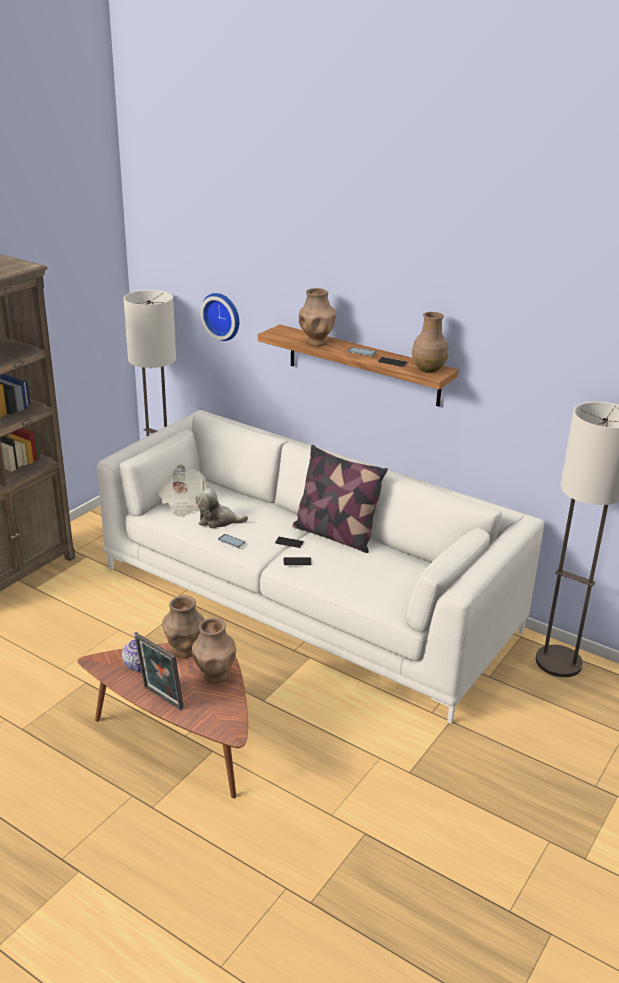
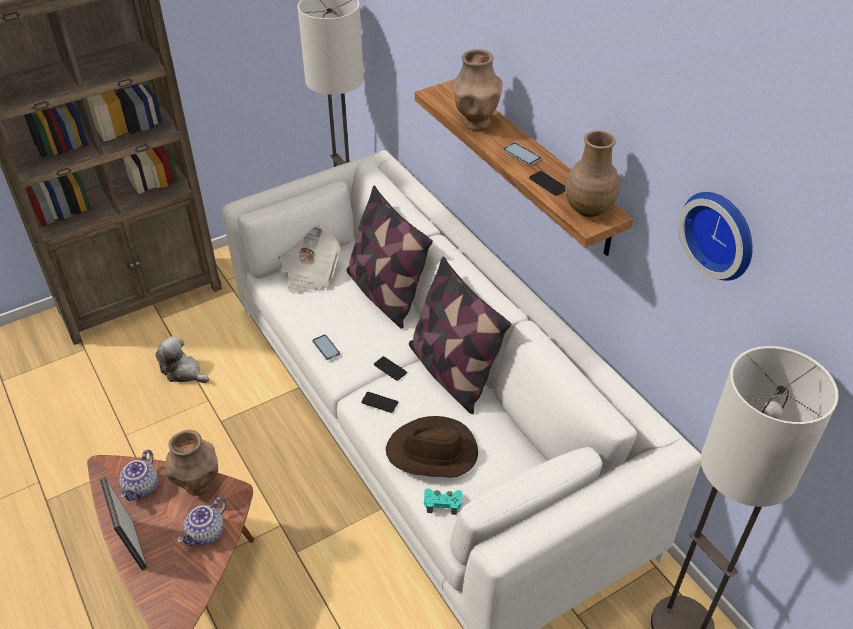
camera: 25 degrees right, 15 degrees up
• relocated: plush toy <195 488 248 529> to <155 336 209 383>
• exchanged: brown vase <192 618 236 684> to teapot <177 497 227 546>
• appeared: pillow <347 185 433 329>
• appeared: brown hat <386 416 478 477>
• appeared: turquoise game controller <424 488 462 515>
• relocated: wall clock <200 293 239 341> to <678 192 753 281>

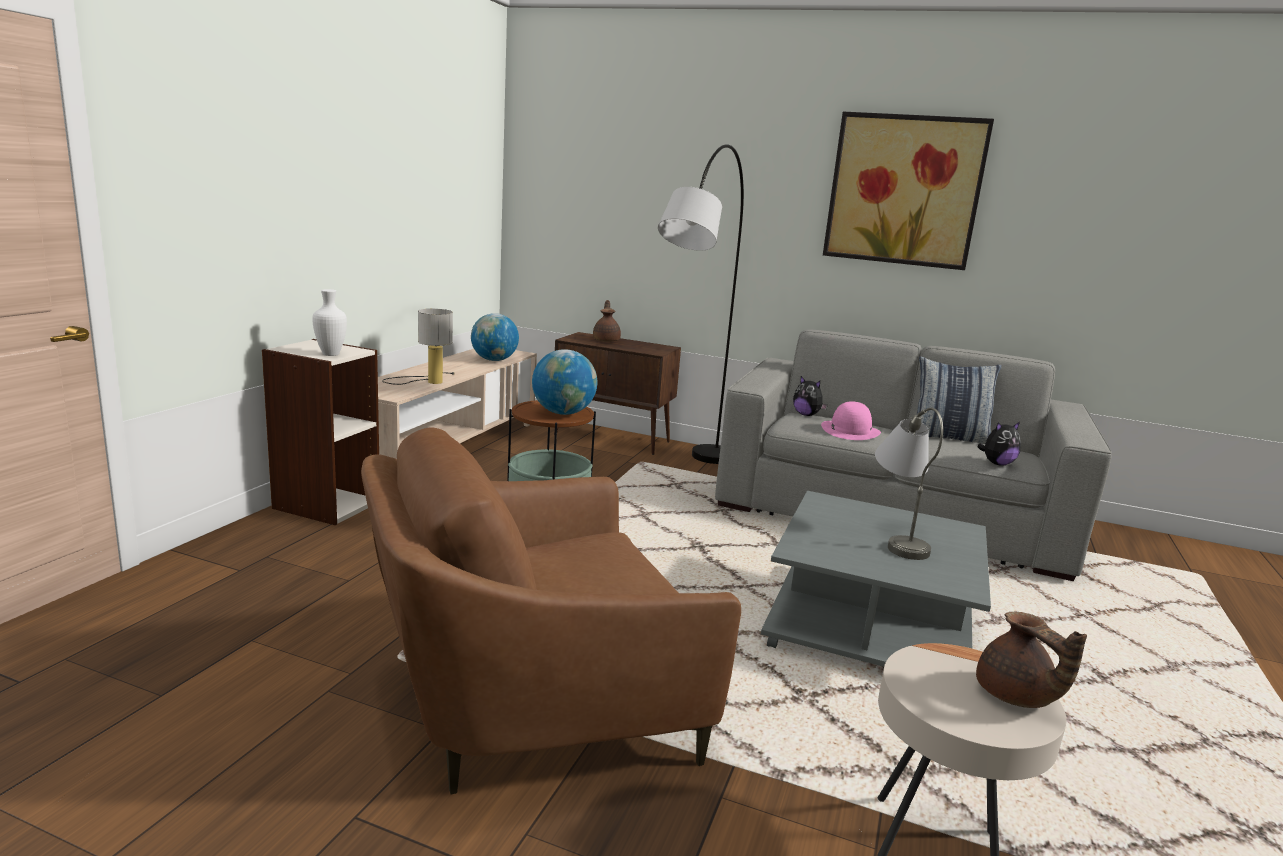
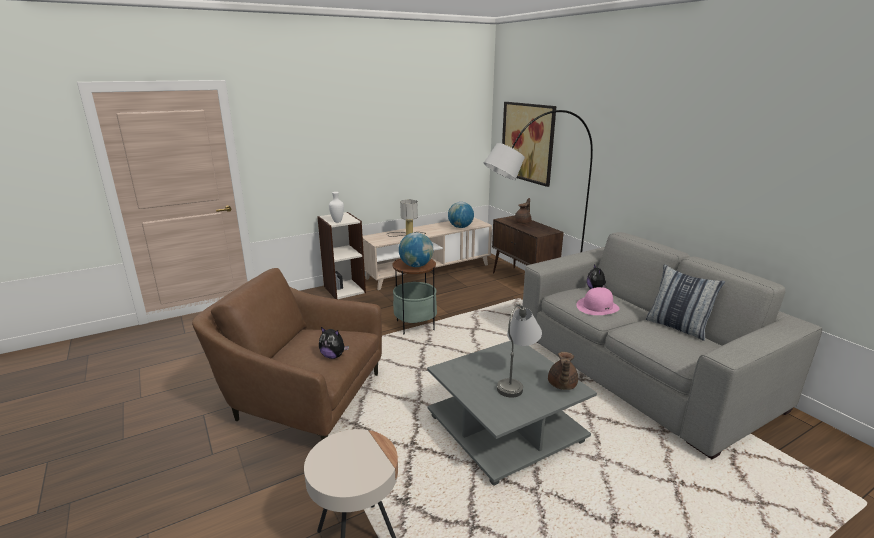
camera: 40 degrees right, 5 degrees up
• relocated: plush toy <977 422 1021 466> to <319 327 349 359>
• relocated: picture <823 112 994 270> to <502 102 556 187>
• relocated: brown teapot <976 612 1087 708> to <548 352 578 390>

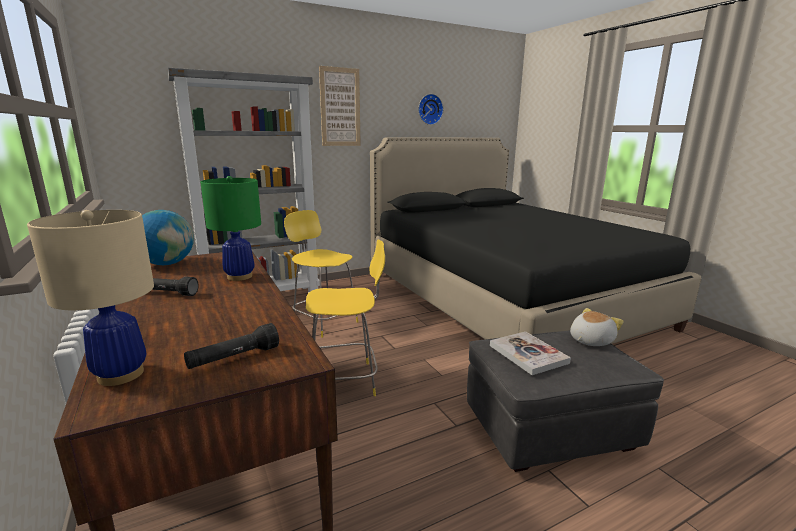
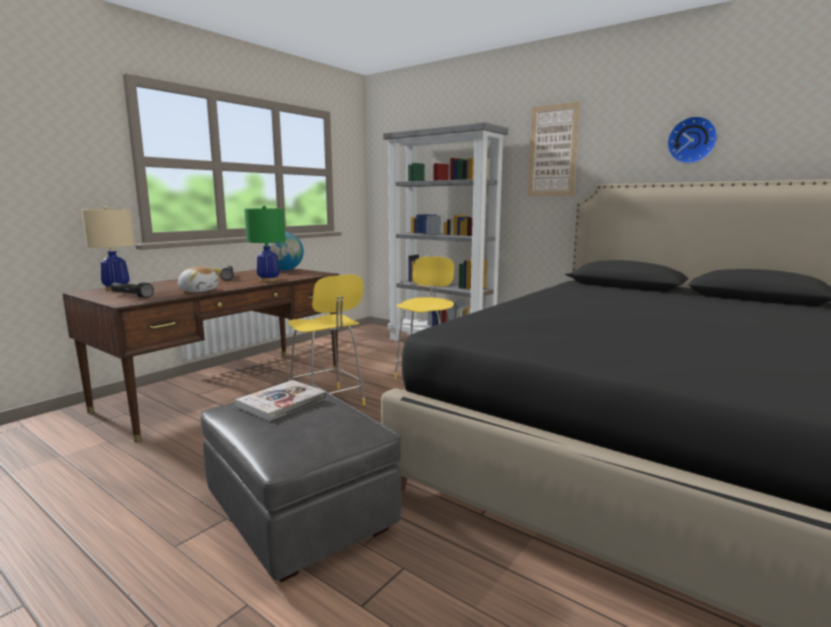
camera: 65 degrees right, 5 degrees down
• relocated: plush toy <570 308 624 346> to <178 266 222 292>

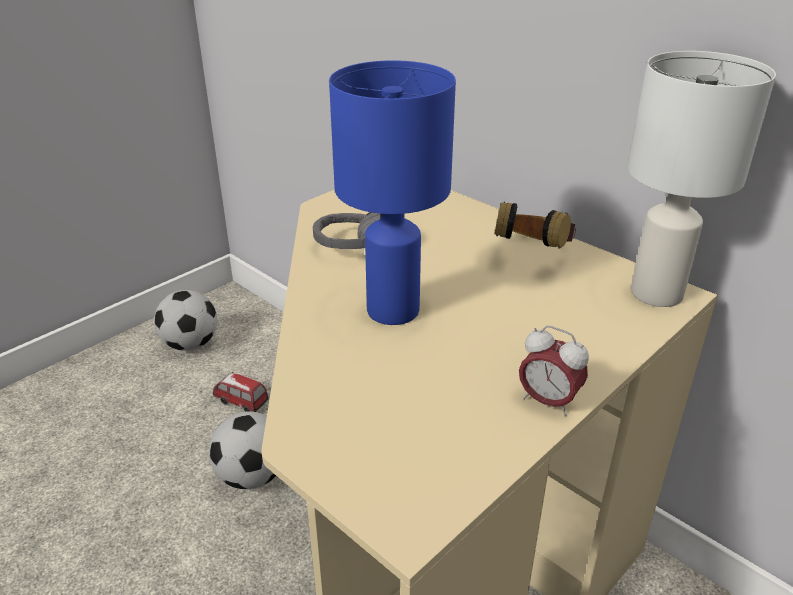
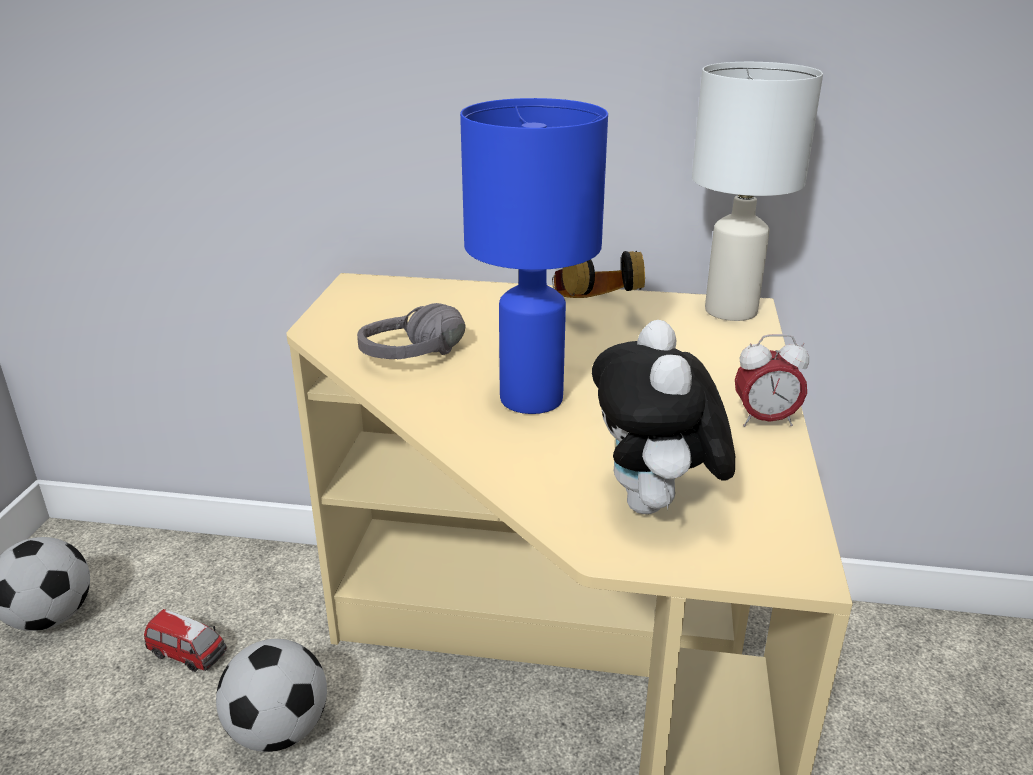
camera: 35 degrees left, 5 degrees down
• spun: toy car <213 372 269 412> = <144 609 227 672> 150 degrees counterclockwise
• appeared: plush toy <592 320 735 514>

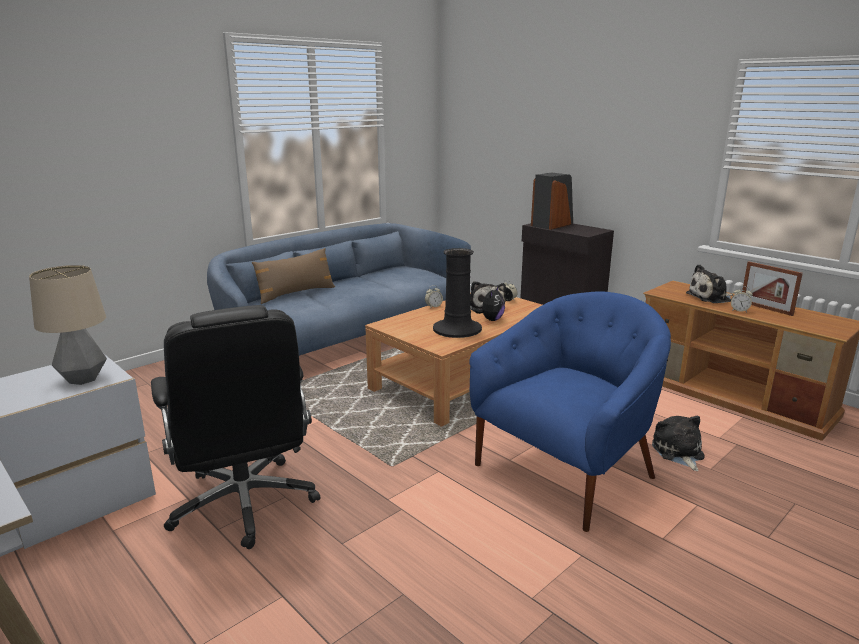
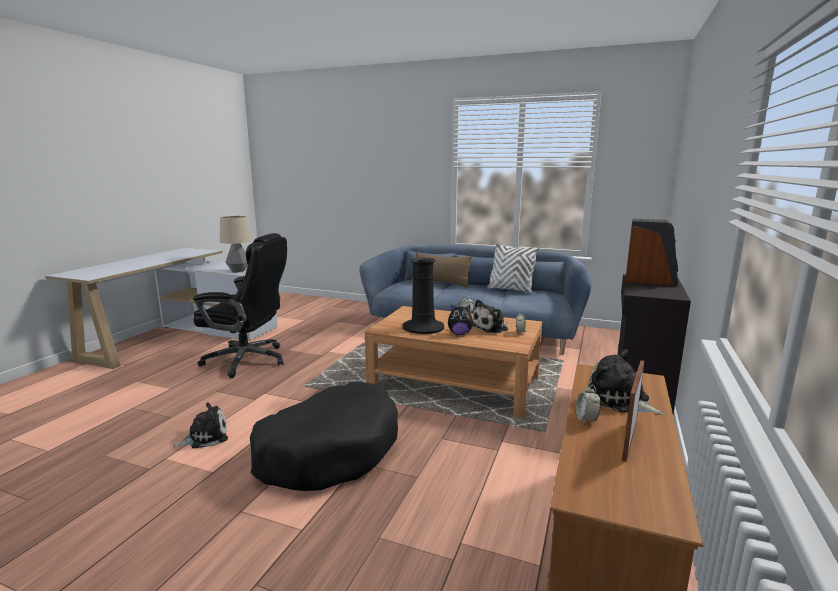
camera: 65 degrees right, 5 degrees down
• relocated: plush toy <652 416 705 471> to <173 402 228 448>
• spun: black office chair <151 305 320 549> = <193 233 287 378> 120 degrees counterclockwise
• exchanged: blue armchair <470 291 671 532> to black dog bed <250 381 398 491>
• appeared: white pillow <487 243 539 293>

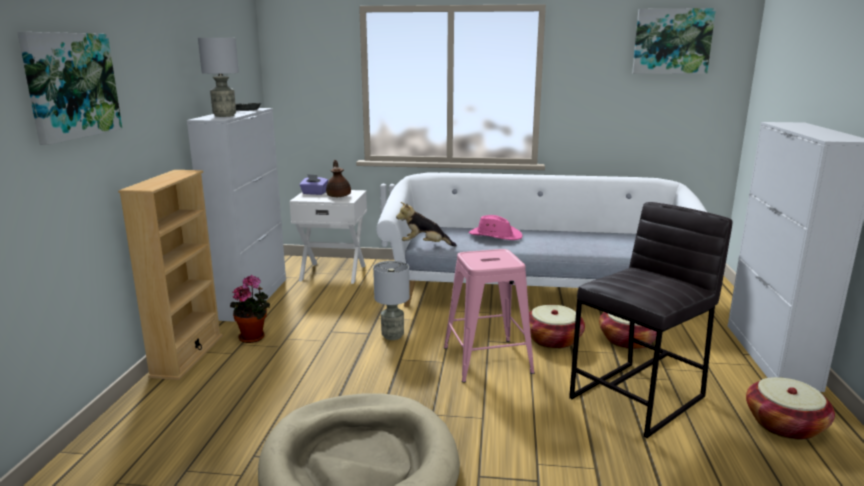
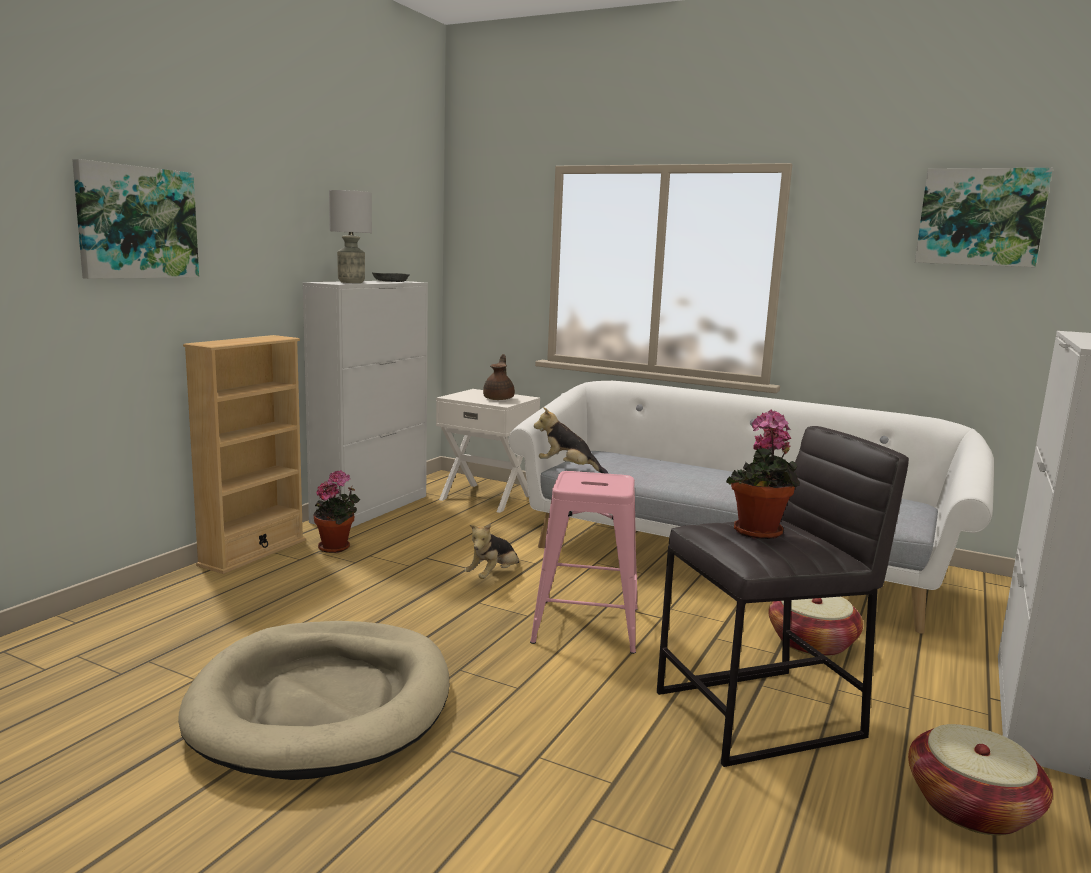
camera: 20 degrees right, 5 degrees down
• exchanged: grey table lamp <373 261 410 340> to plush toy <465 523 519 579>
• appeared: potted plant <726 410 800 539>
• missing: purple tissue box <299 174 328 195>
• missing: pink hat <468 215 523 240>
• missing: basket <529 305 585 349>

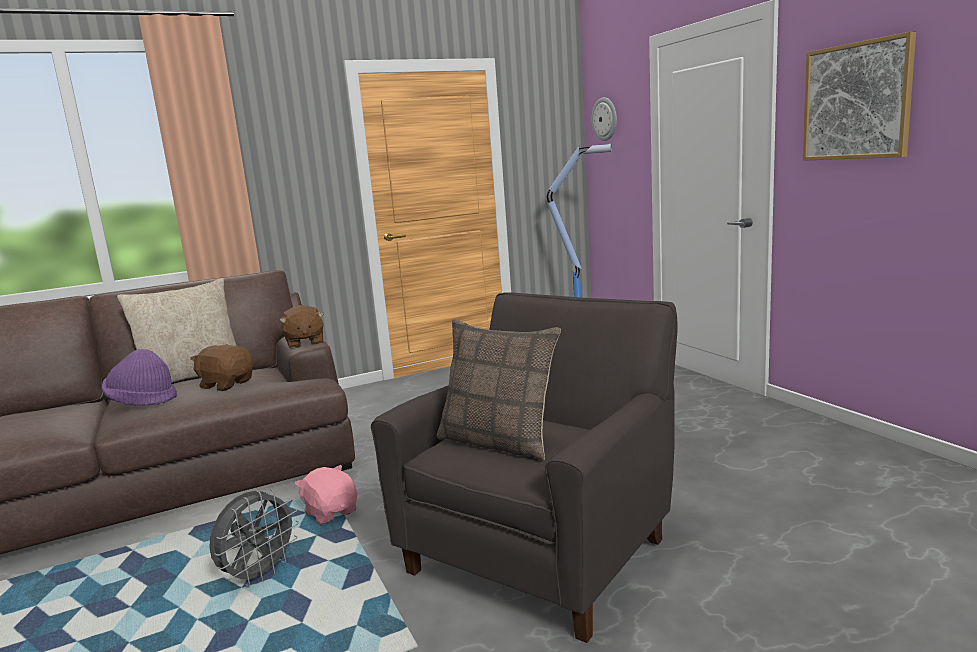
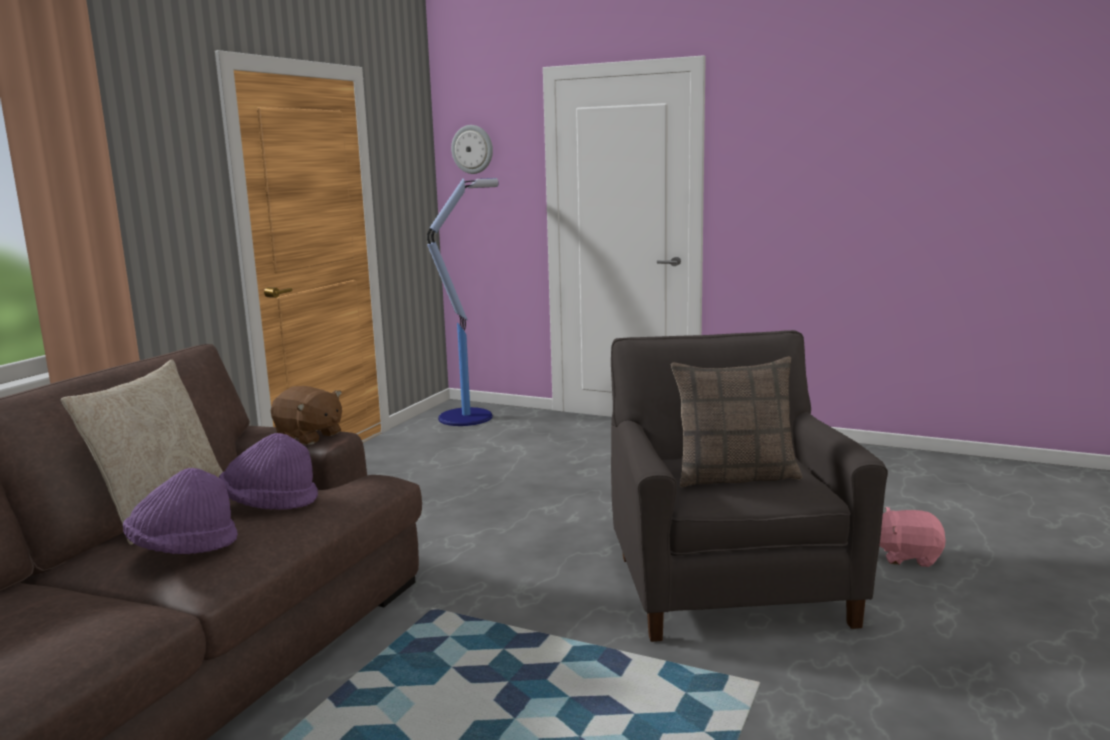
camera: 40 degrees left, 0 degrees up
• exchanged: brown plush toy <190 345 253 391> to purple hat <219 433 318 510>
• relocated: pink plush toy <295 465 357 525> to <880 507 946 567>
• missing: grey fan <209 489 299 586>
• missing: picture <803 31 916 161>

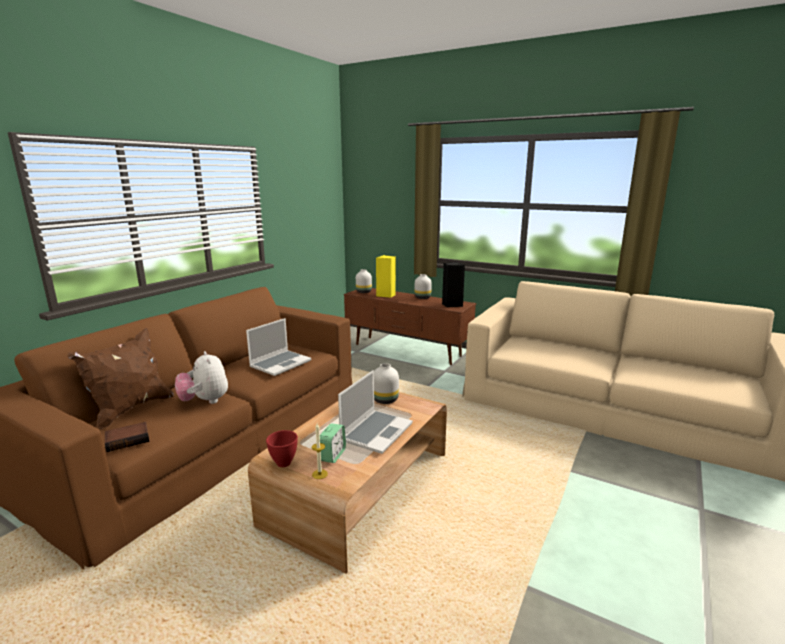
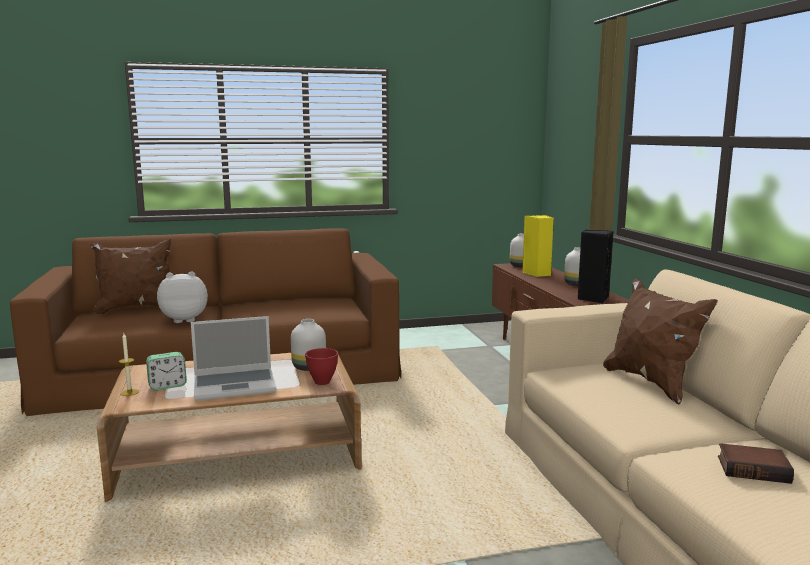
camera: 45 degrees right, 5 degrees down
• spun: plush toy <175 351 228 404> = <157 271 208 323> 60 degrees clockwise
• relocated: red bowl <266 430 298 467> to <305 348 338 385>
• appeared: brown pillow <603 278 718 405>
• relocated: book <105 422 149 452> to <718 443 794 484>
• missing: laptop <246 318 311 376>

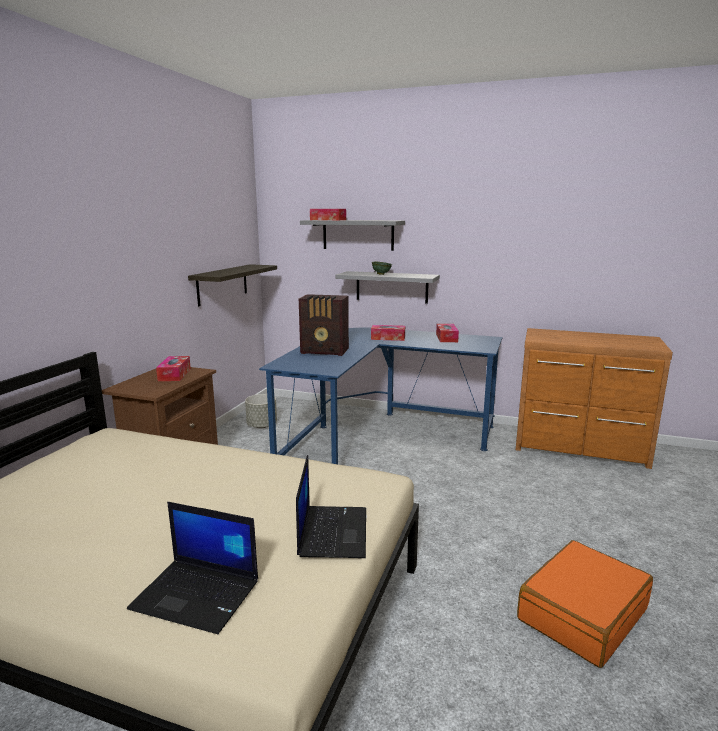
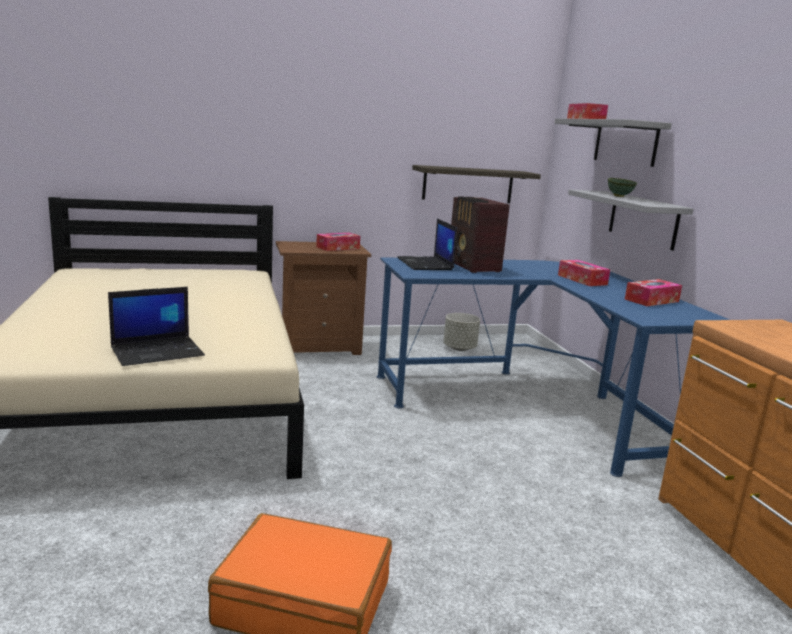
camera: 55 degrees right, 0 degrees up
• relocated: laptop <127 502 258 634> to <397 218 457 270>

